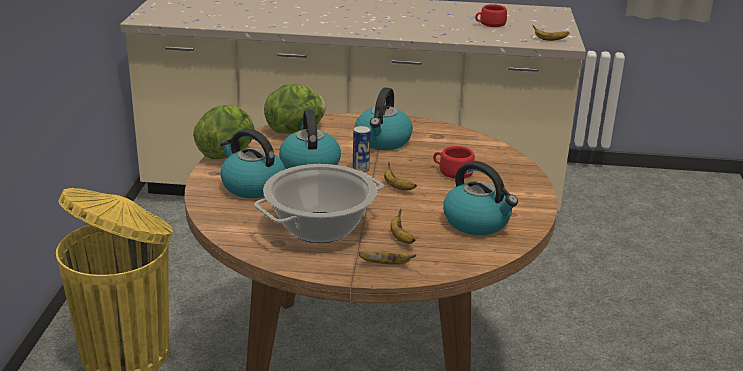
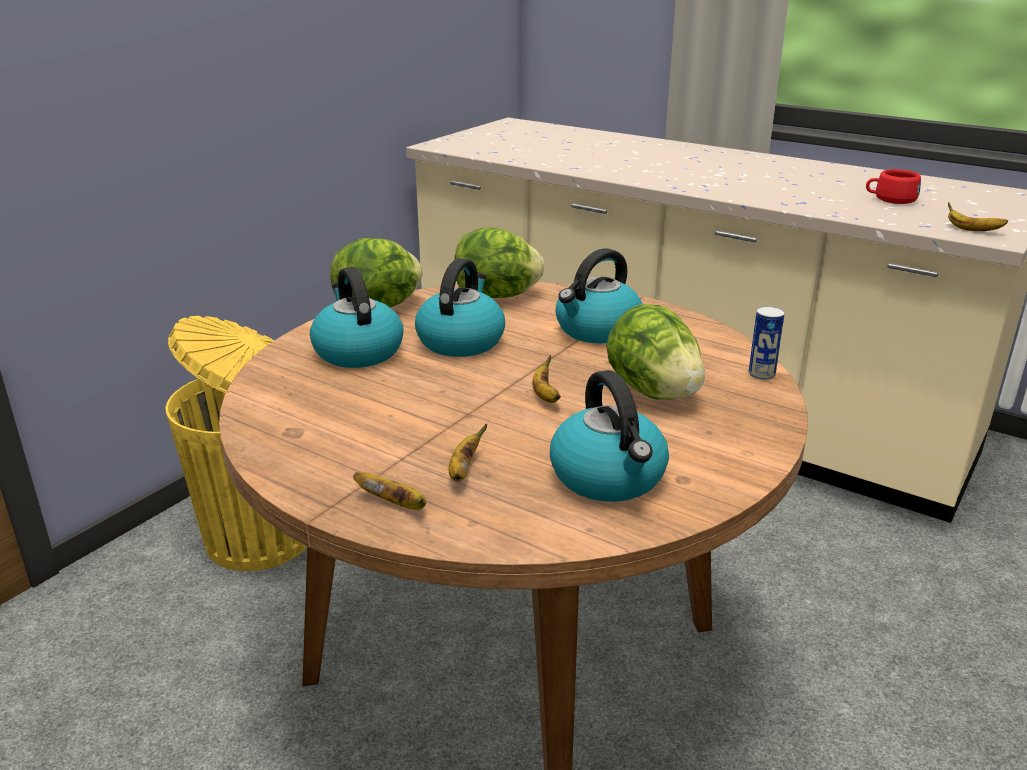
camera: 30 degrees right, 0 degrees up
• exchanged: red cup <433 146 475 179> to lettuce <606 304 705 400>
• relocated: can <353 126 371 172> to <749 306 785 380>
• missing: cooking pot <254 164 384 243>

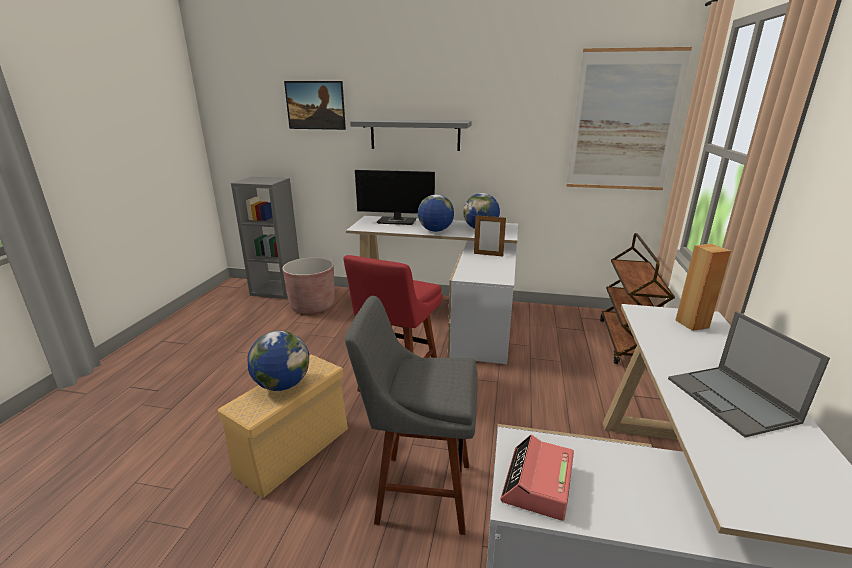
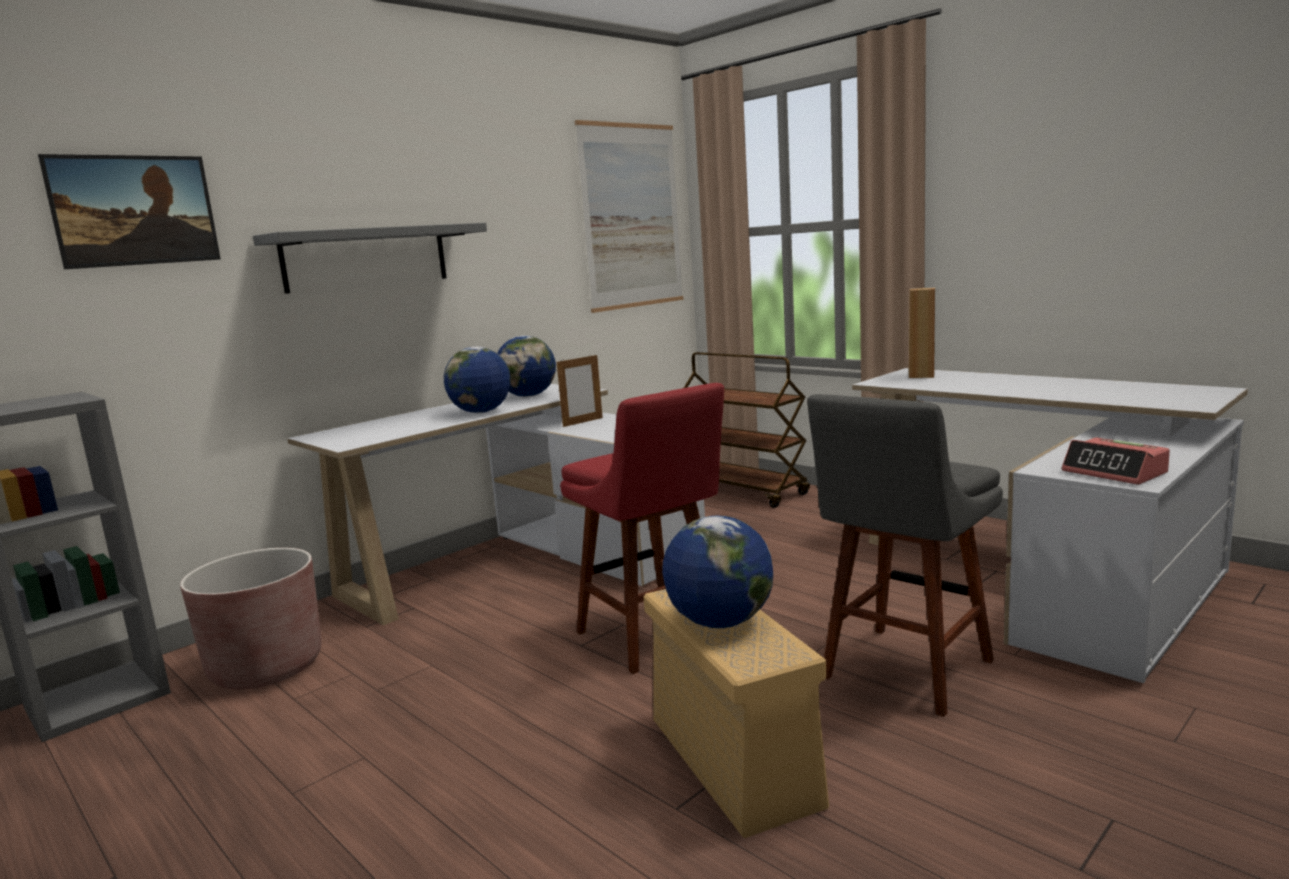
camera: 55 degrees left, 10 degrees down
• missing: monitor <355 170 435 225>
• missing: laptop <668 311 830 437>

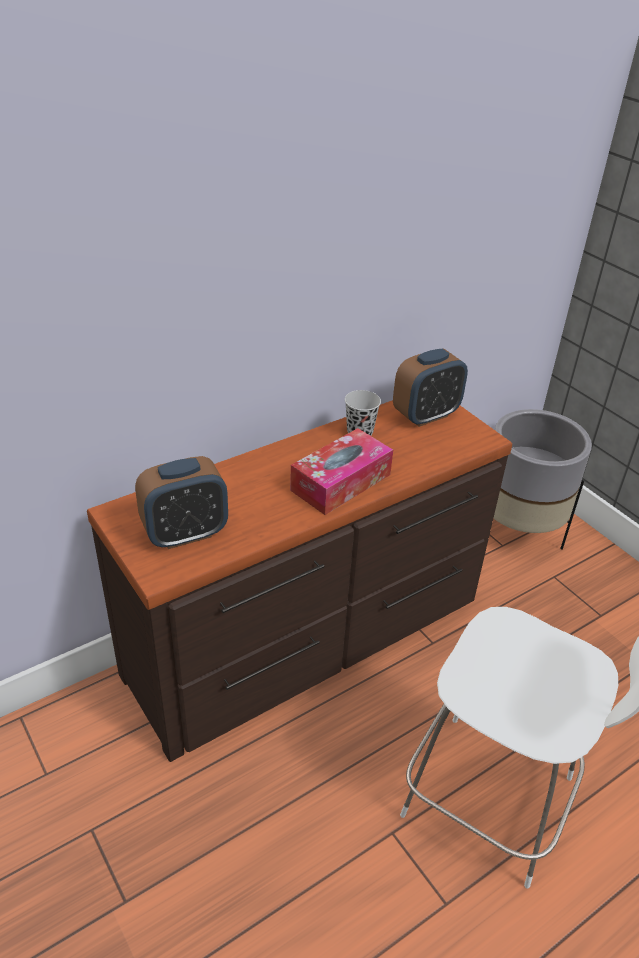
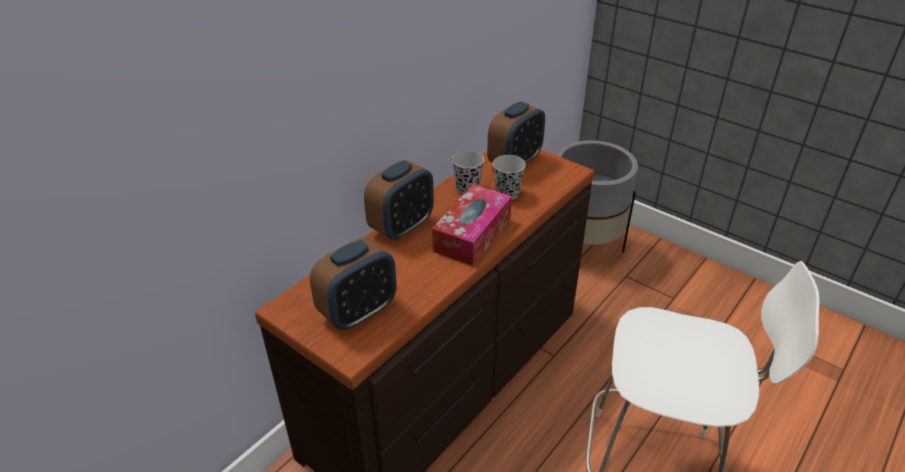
camera: 15 degrees left, 0 degrees up
• appeared: alarm clock <364 160 434 241>
• appeared: black cup <493 155 526 199>

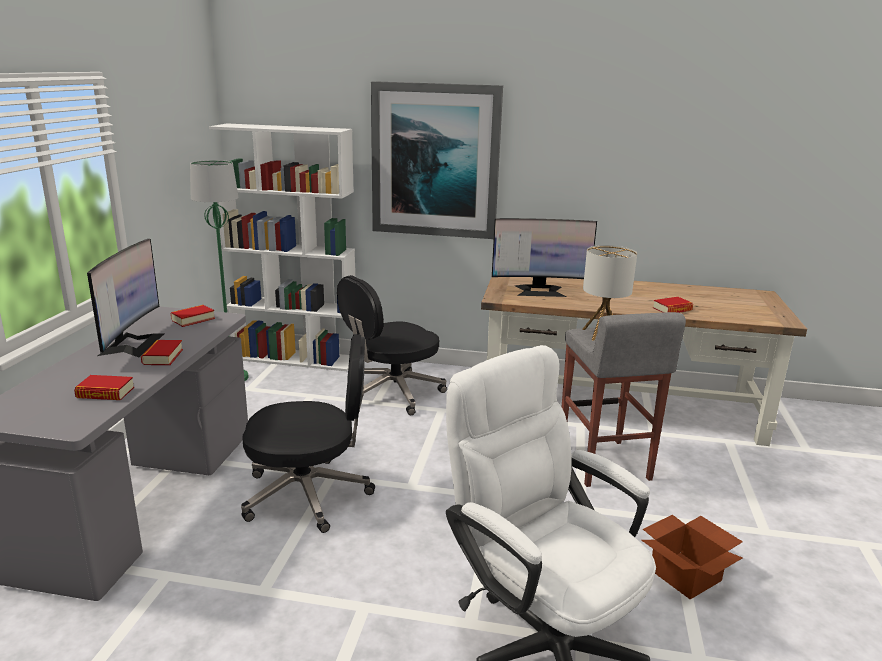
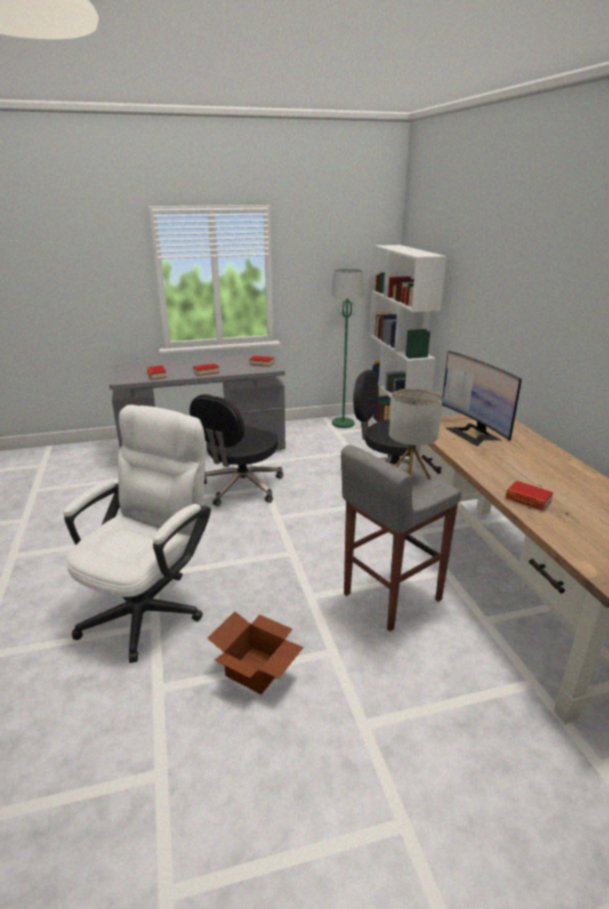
camera: 65 degrees right, 5 degrees up
• spun: black office chair <241 334 375 533> = <190 394 283 507> 60 degrees clockwise
• missing: monitor <87 239 165 357>
• missing: picture <371 81 503 239>

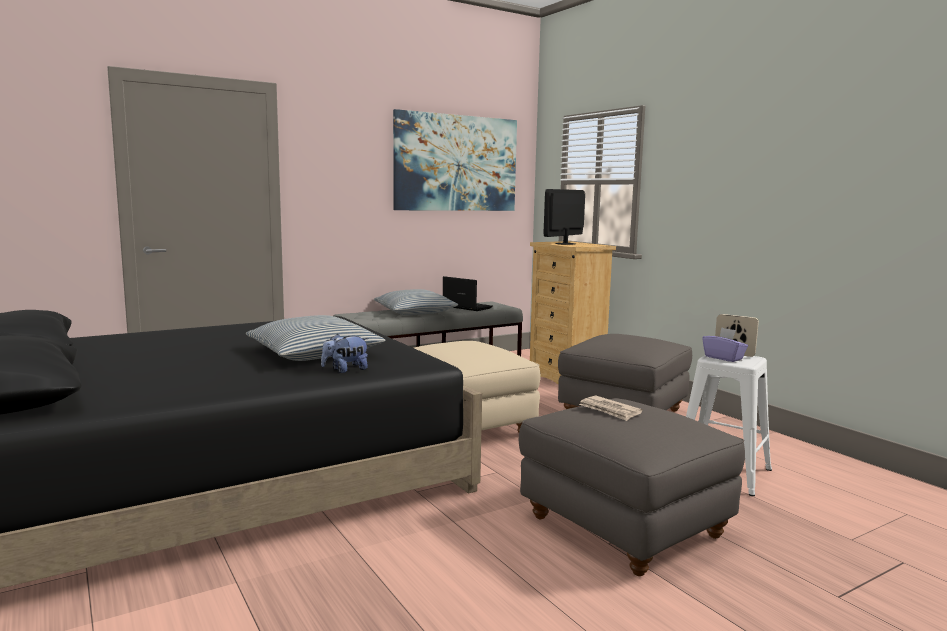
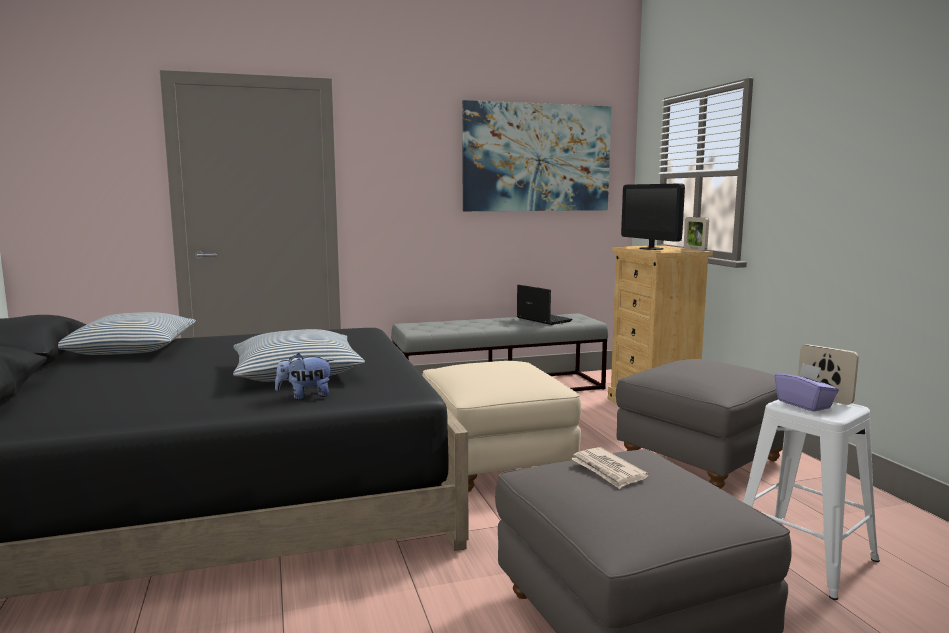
camera: 15 degrees right, 0 degrees up
• relocated: pillow <374 289 458 315> to <58 312 196 355>
• spun: monitor <544 189 585 245> = <621 184 685 250> 75 degrees counterclockwise
• appeared: picture frame <684 217 709 251>

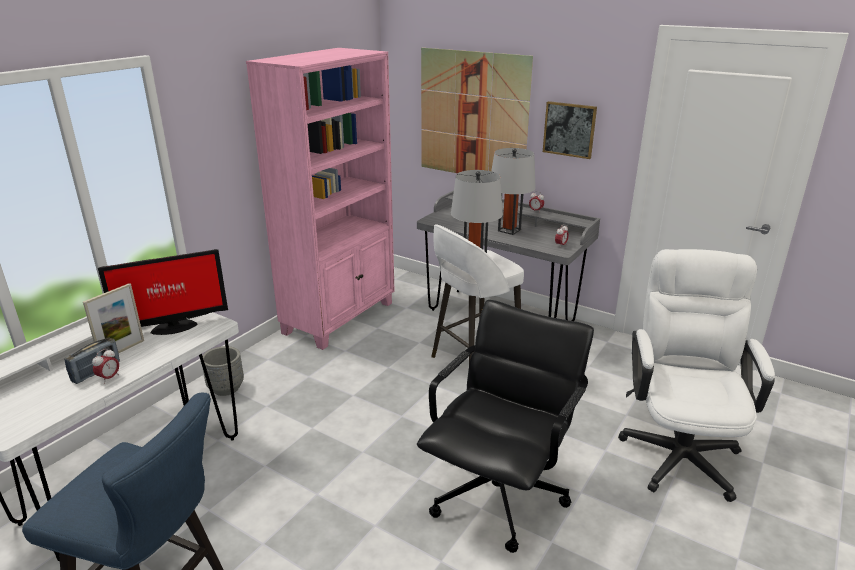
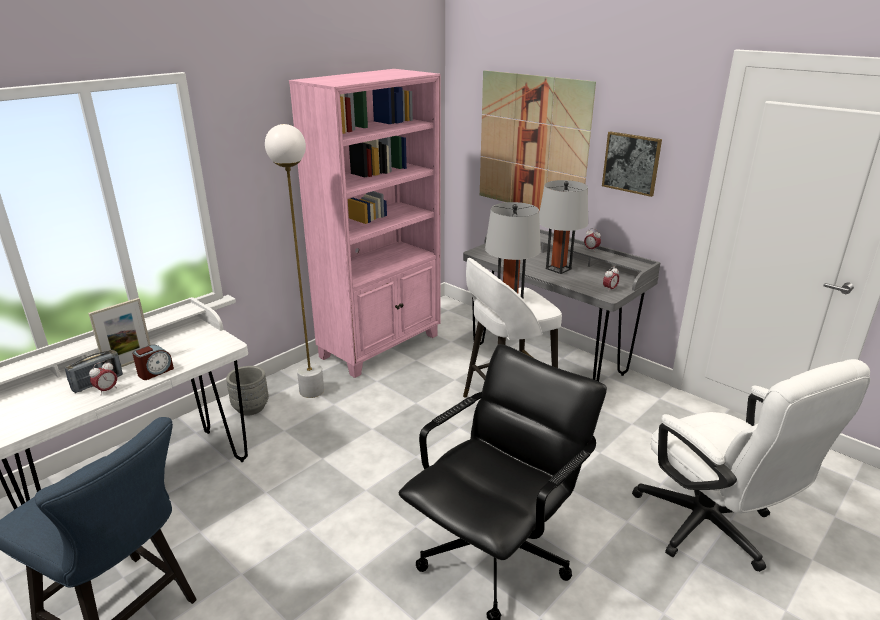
camera: 10 degrees right, 0 degrees up
• appeared: alarm clock <132 345 174 380>
• appeared: white floor lamp <265 124 324 398>
• spun: white office chair <618 249 775 502> = <632 359 870 572> 135 degrees clockwise
• missing: monitor <98 249 228 335>

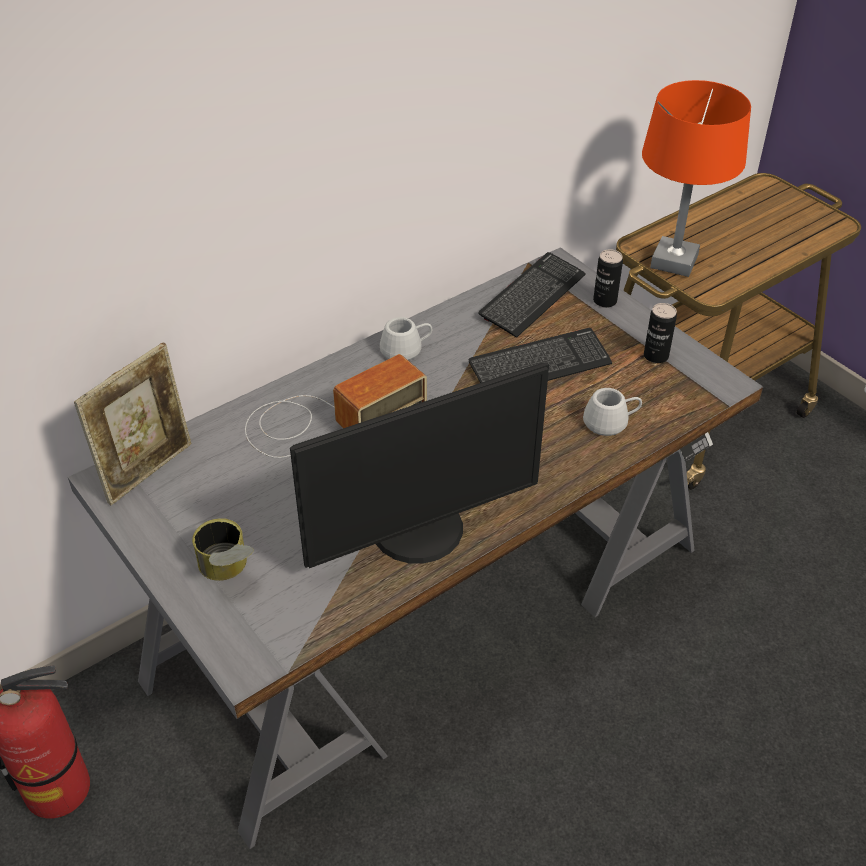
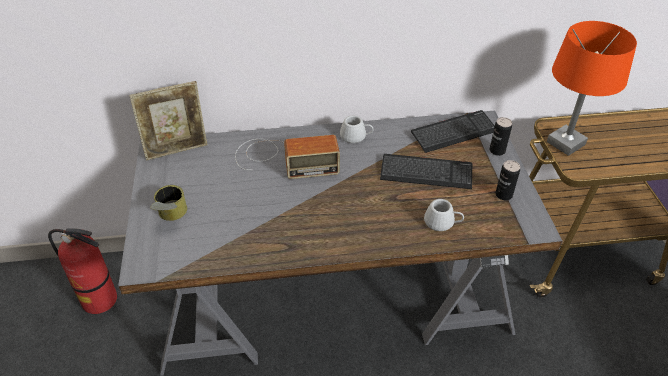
camera: 30 degrees right, 0 degrees up
• missing: monitor <290 362 549 568>

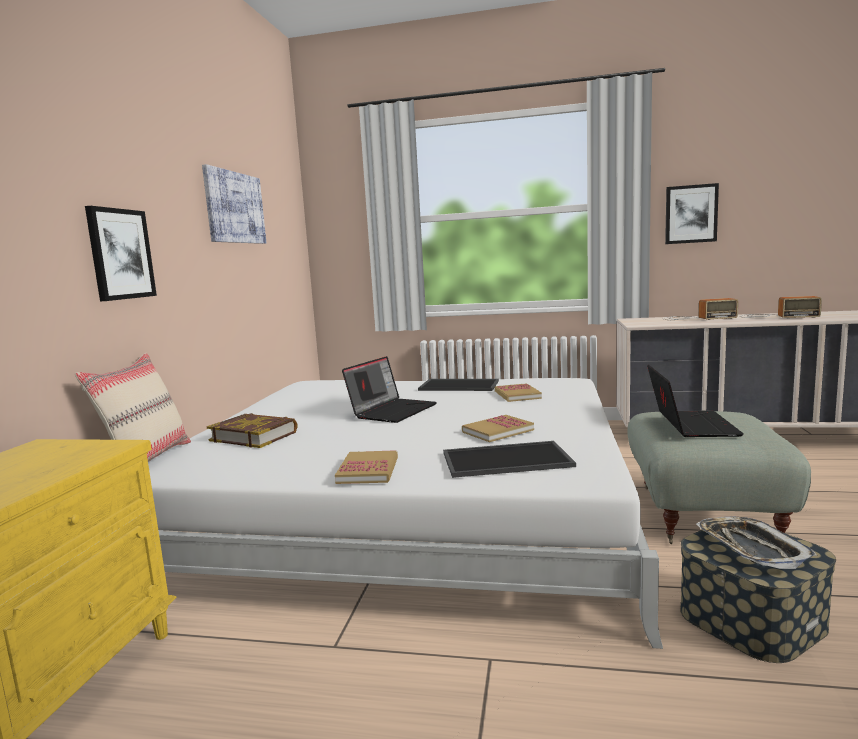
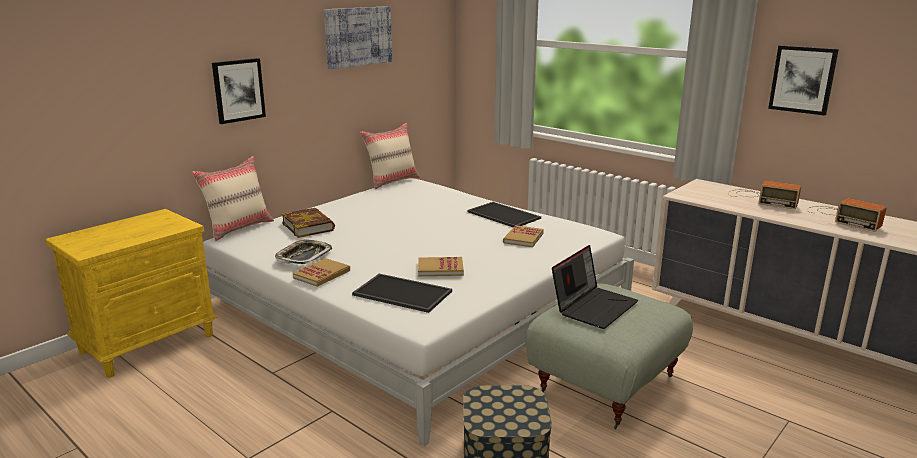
camera: 30 degrees right, 10 degrees up
• relocated: tray <696 516 817 569> to <275 239 332 264>
• appeared: beige pillow <360 123 420 189>
• missing: laptop <342 356 437 423>

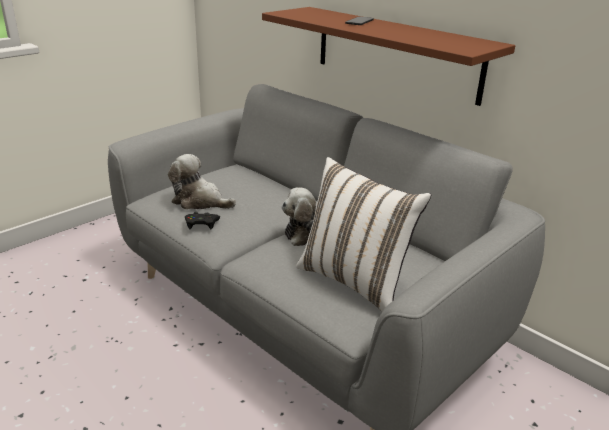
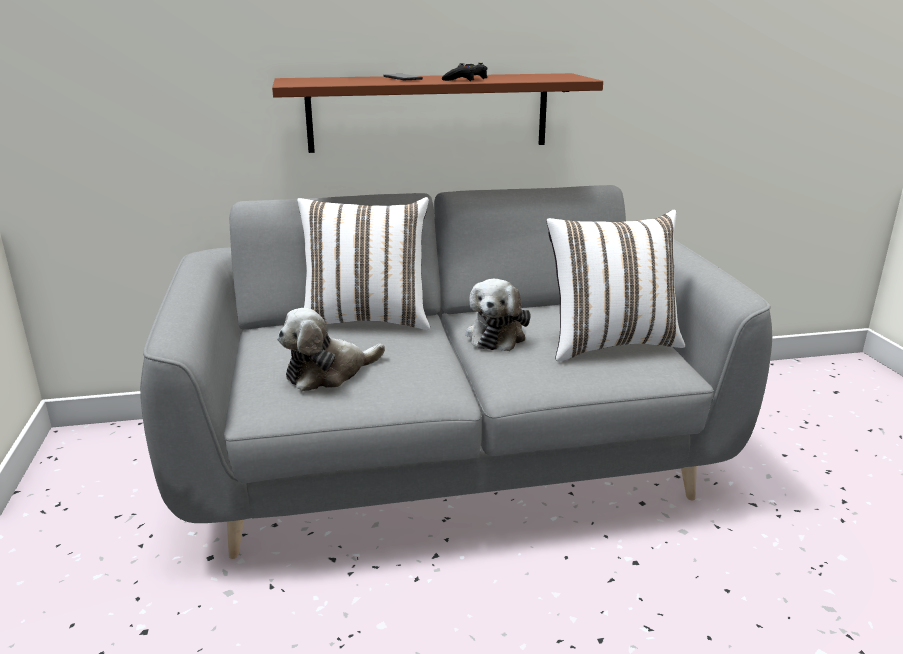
camera: 55 degrees left, 5 degrees down
• appeared: white pillow <297 197 430 330>
• relocated: black game controller <185 212 220 229> to <442 63 487 81>

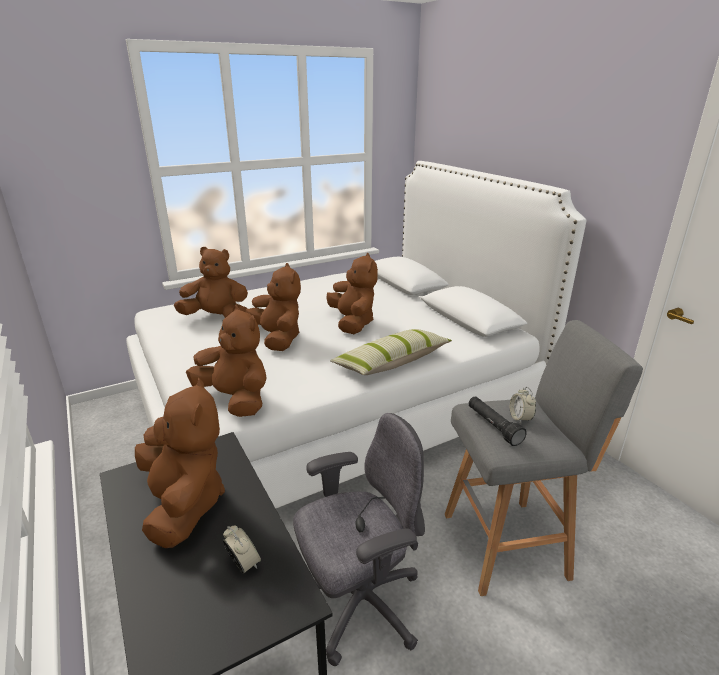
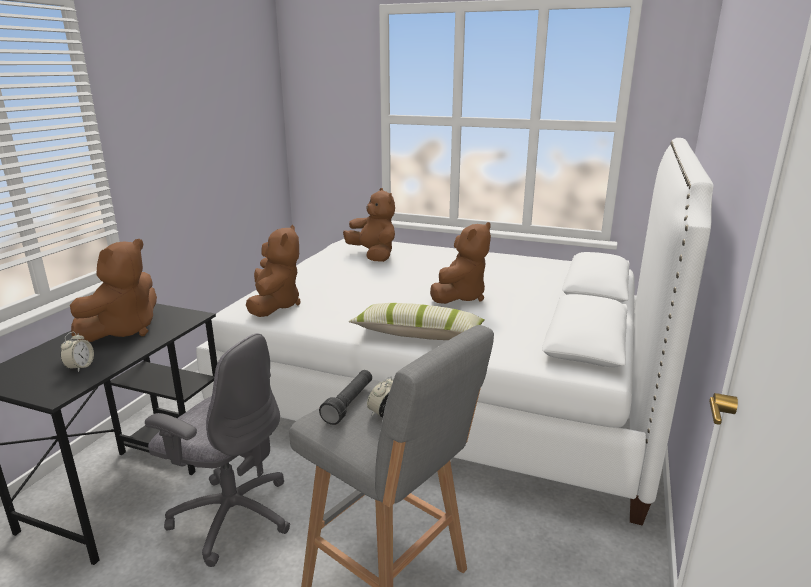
camera: 50 degrees right, 5 degrees down
• missing: brown plush toy <246 263 301 351>

